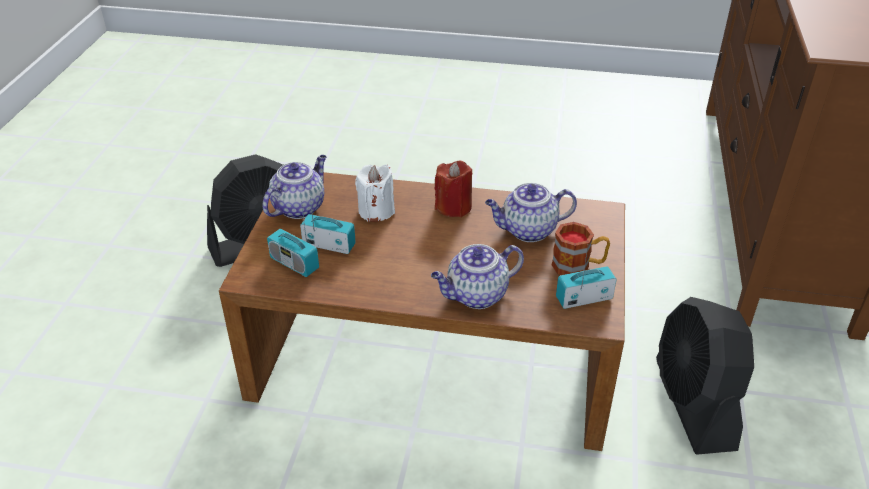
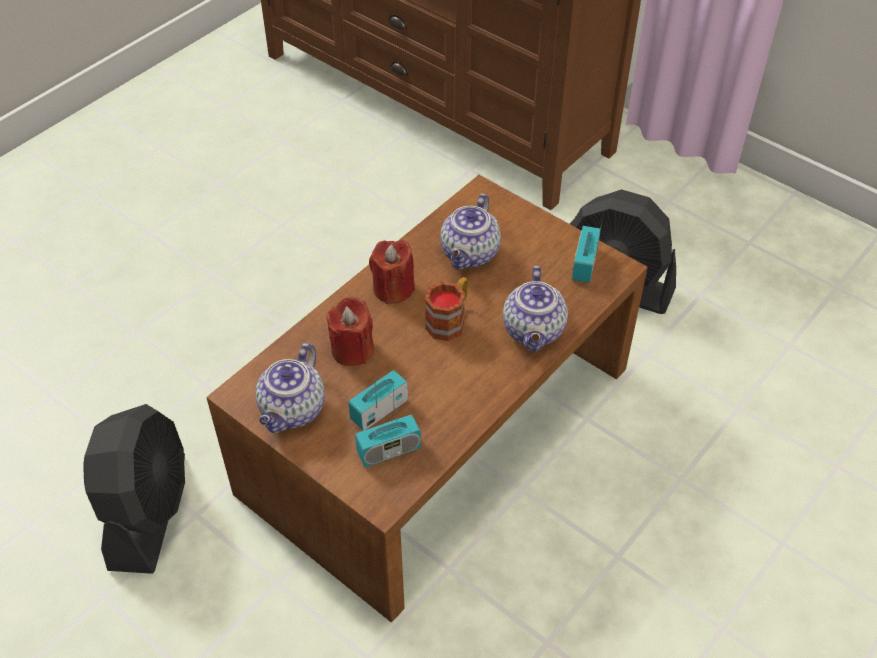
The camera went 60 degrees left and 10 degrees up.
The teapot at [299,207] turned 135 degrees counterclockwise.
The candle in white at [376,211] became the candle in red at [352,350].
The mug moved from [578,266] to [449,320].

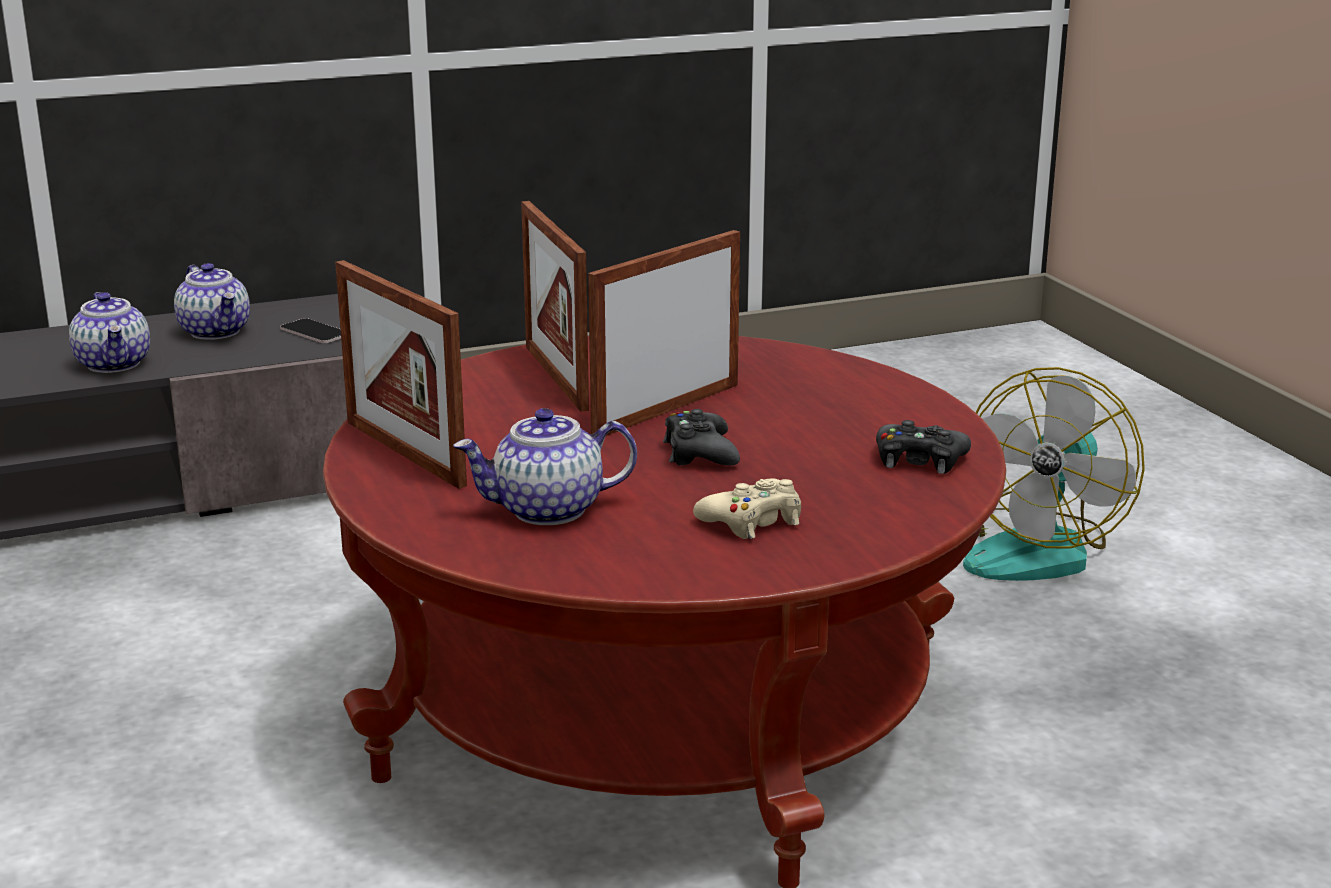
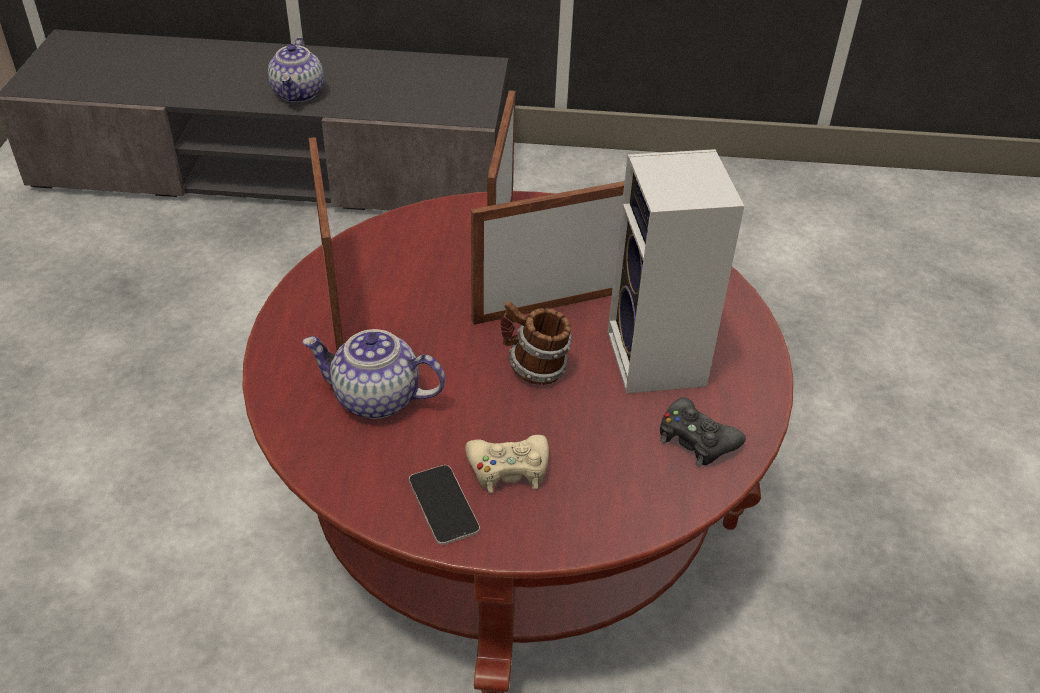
The camera went 25 degrees right and 20 degrees up.
The phone moved from [314,332] to [443,505].
The game controller in black at [699,453] was replaced by the mug at [534,368].
The speaker at [659,361] appeared.
The teapot at [216,332] disappeared.
The fan at [1037,549] disappeared.

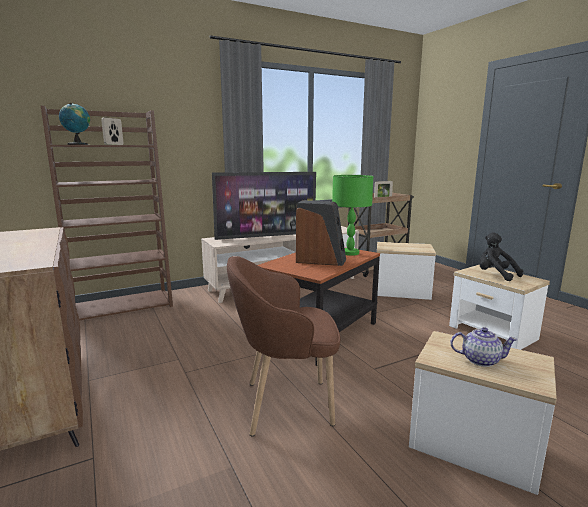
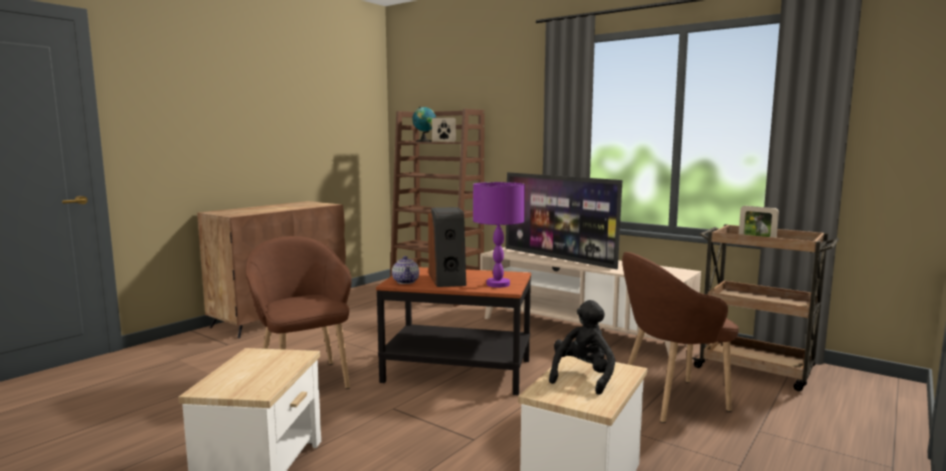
The camera went 65 degrees right and 5 degrees down.
The teapot moved from [480,360] to [406,281].
The table lamp in green at [350,253] became the table lamp in purple at [497,284].
The side table at [401,292] was replaced by the armchair in brown at [670,399].

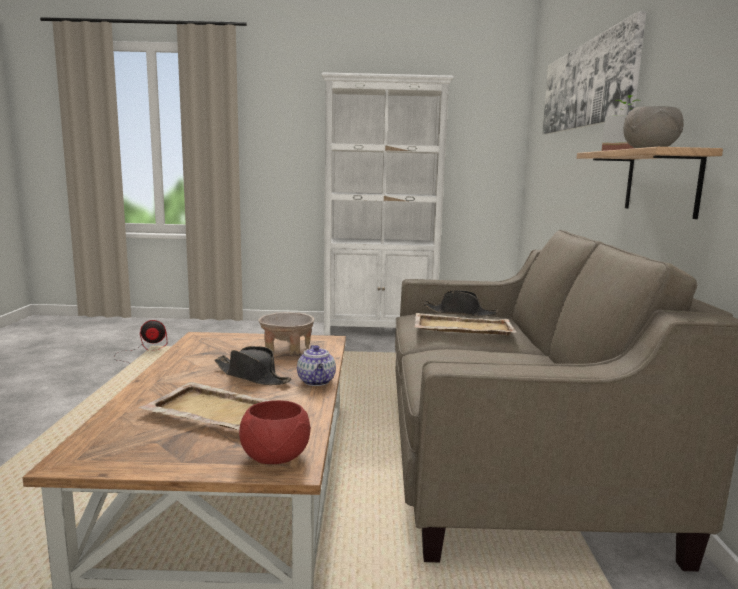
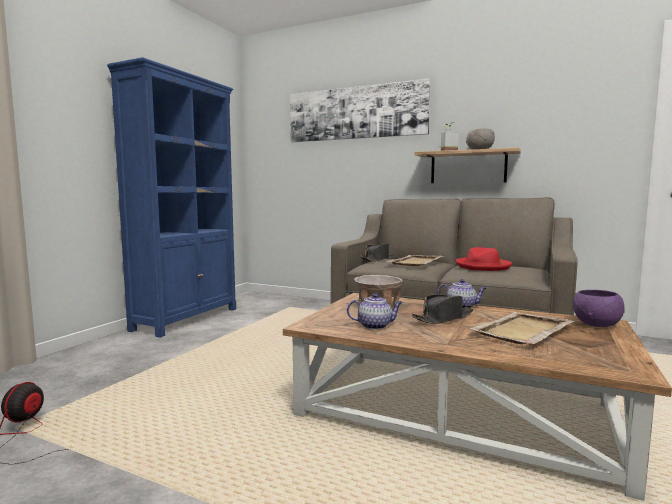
The camera went 65 degrees left and 5 degrees down.
The bookcase in white at [380,330] became the bookcase in blue at [187,319].
The teapot at [375,326] appeared.
The hat in red at [483,266] appeared.
The bowl in red at [276,457] became the bowl in purple at [596,324].

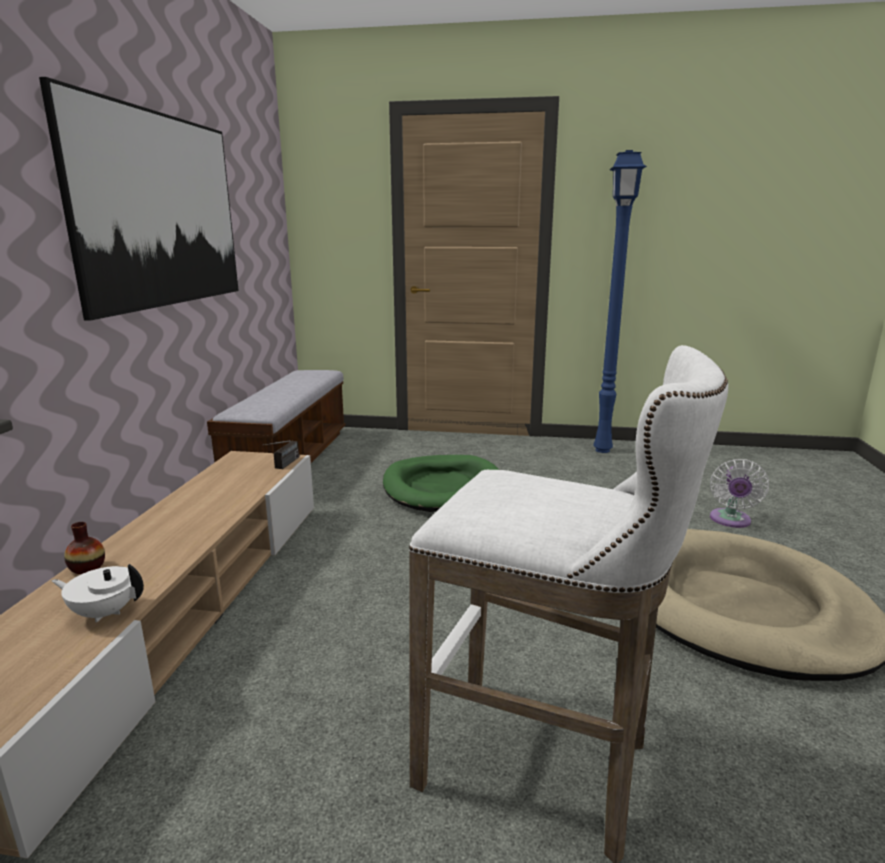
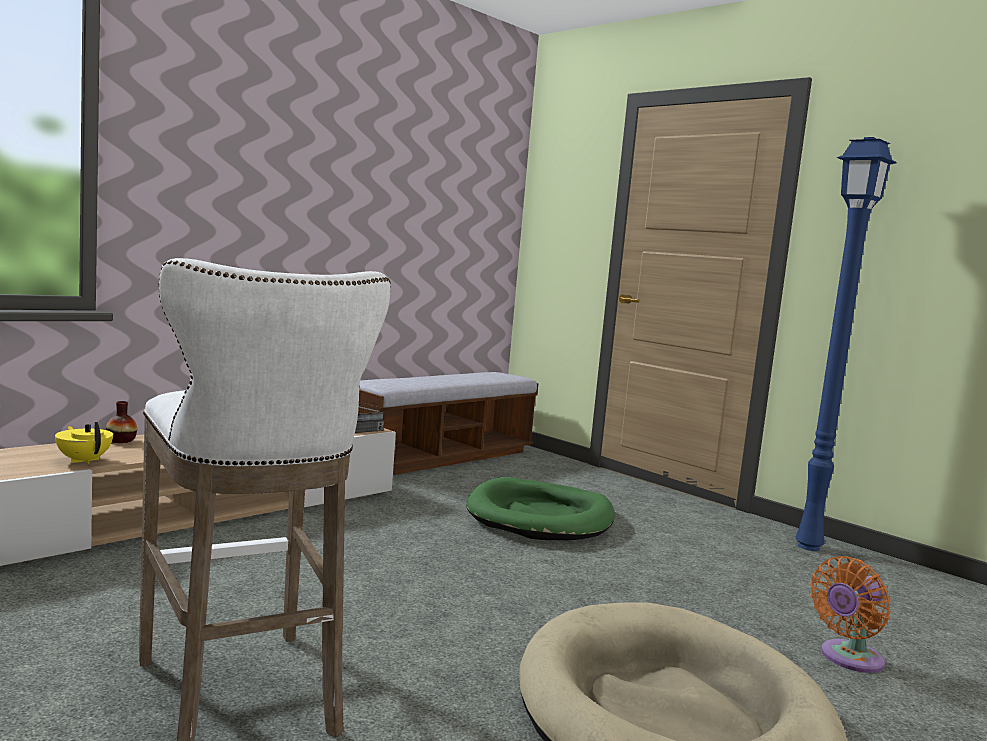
The camera went 35 degrees right and 10 degrees down.
The teapot in white at [105,612] became the teapot in yellow at [84,460].
The fan in white at [730,521] became the fan in orange at [848,659].
The picture at [161,211] disappeared.

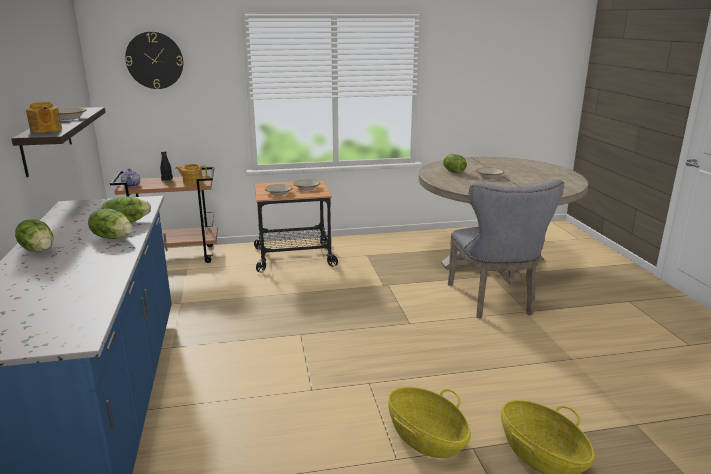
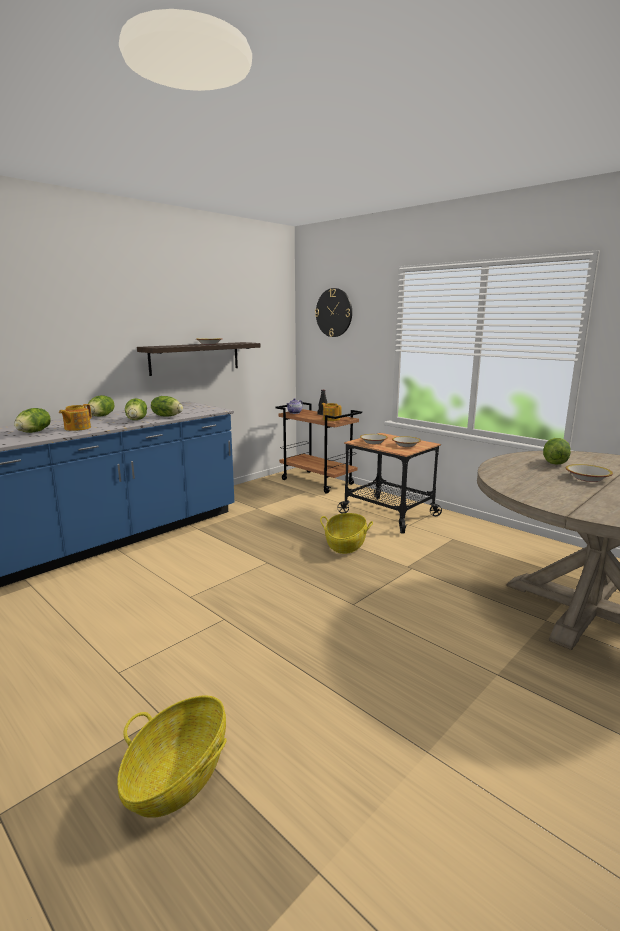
The camera went 55 degrees right and 5 degrees down.
The lettuce at [34,432] appeared.
The teapot moved from [46,130] to [77,428].
The basket moved from [426,438] to [345,544].
The chair in grey at [494,301] disappeared.

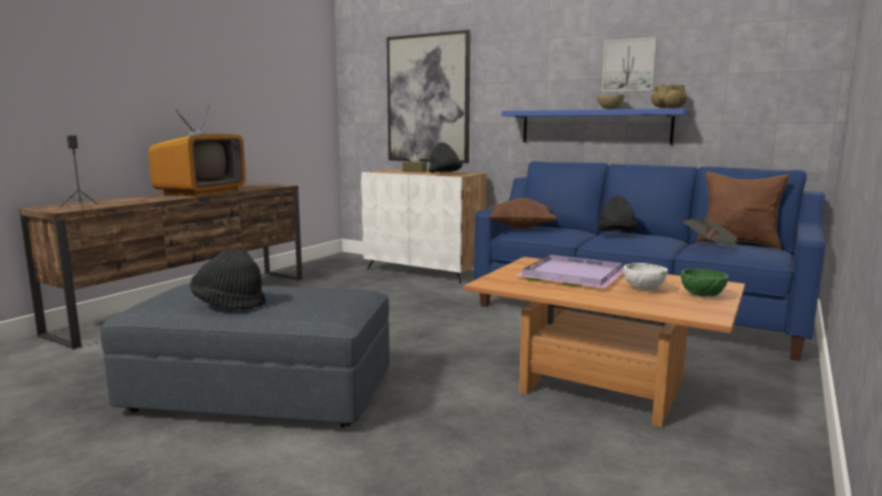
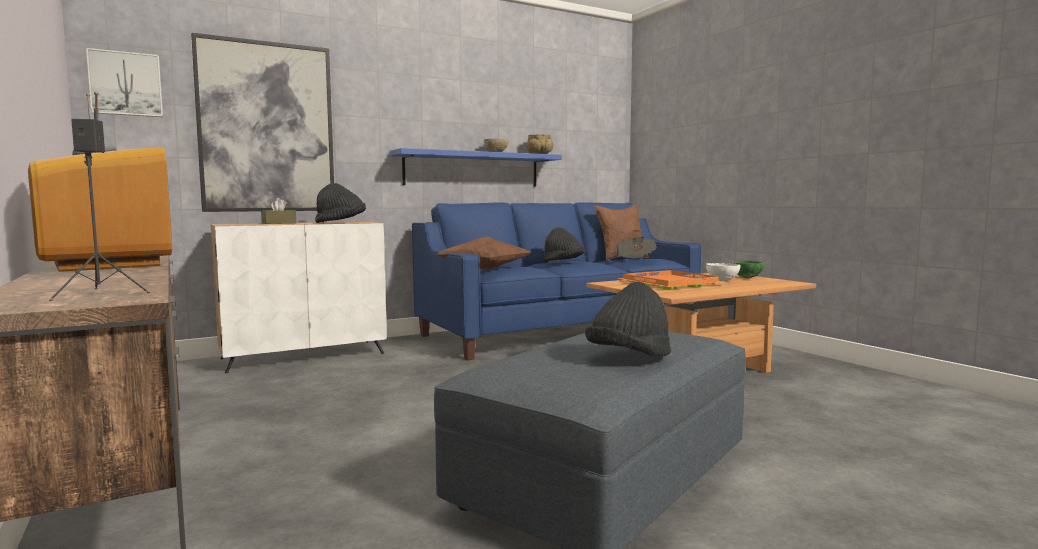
The camera went 60 degrees left and 5 degrees down.
The picture moved from [629,65] to [126,84].
The tray in purple at [575,275] became the tray in orange at [669,283].

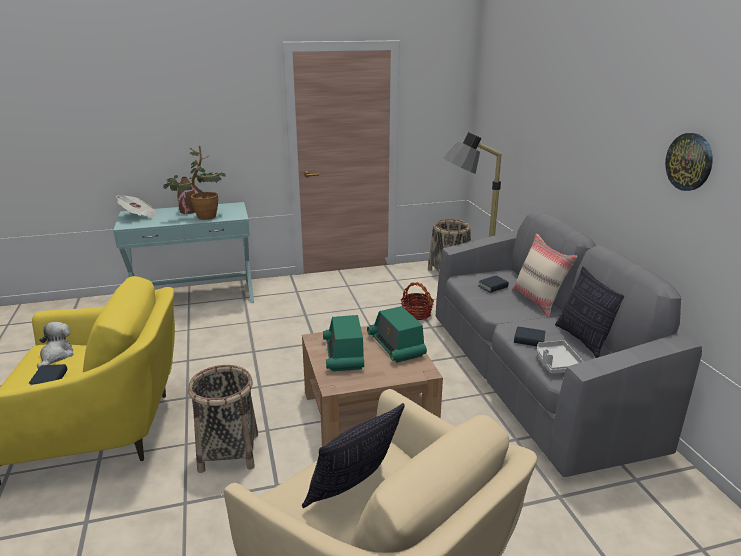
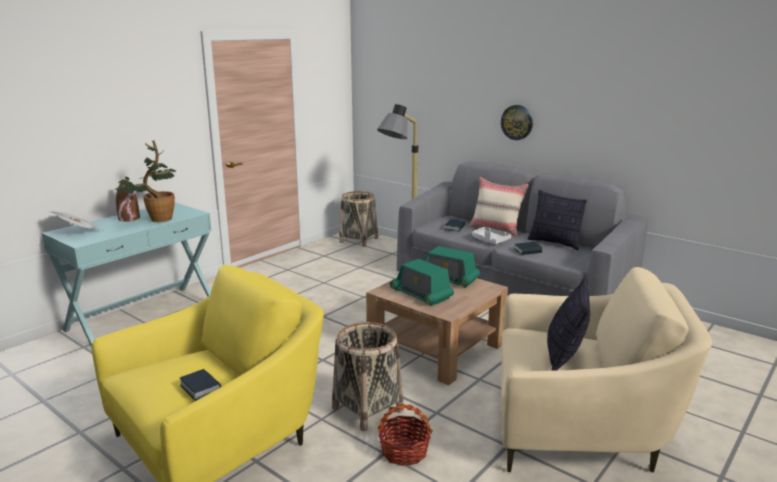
The camera went 35 degrees left and 5 degrees down.
The basket moved from [416,314] to [404,451].
The tray in grey moved from [556,363] to [490,240].
The wall clock moved from [689,162] to [517,122].
The plush toy at [56,356] disappeared.

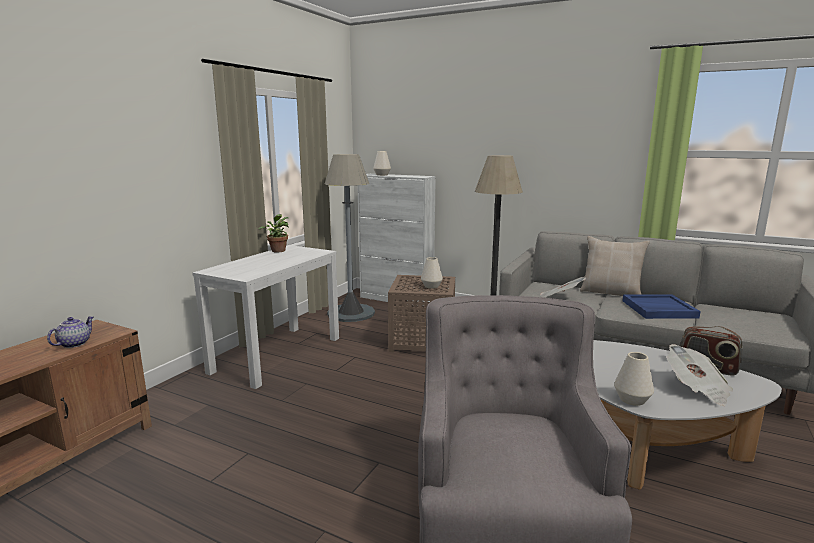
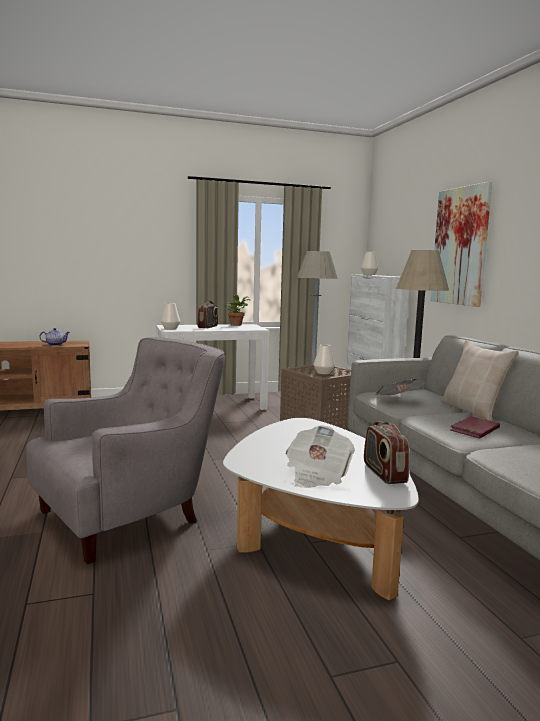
The camera went 45 degrees right and 5 degrees down.
The vase in white moved from [632,399] to [170,328].
The radio at [208,327] appeared.
The picture at [460,246] appeared.
The tray in blue at [658,309] was replaced by the book in red at [474,430].

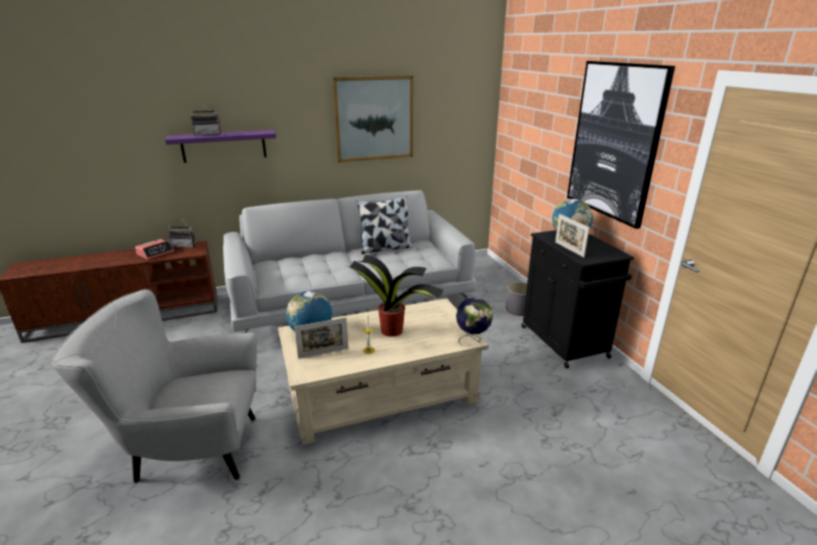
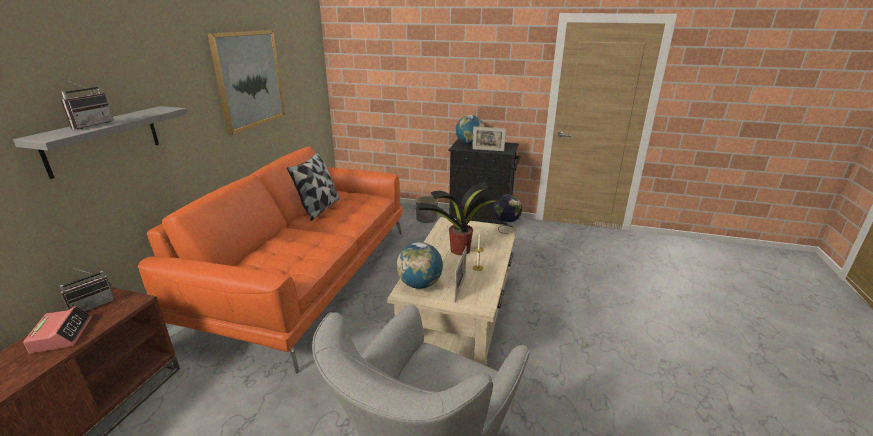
The camera went 55 degrees left and 0 degrees up.
The shelf in purple at [224,146] became the shelf in grey at [103,140].
The sofa in grey at [351,301] became the sofa in orange at [307,275].
The picture at [614,141] disappeared.

